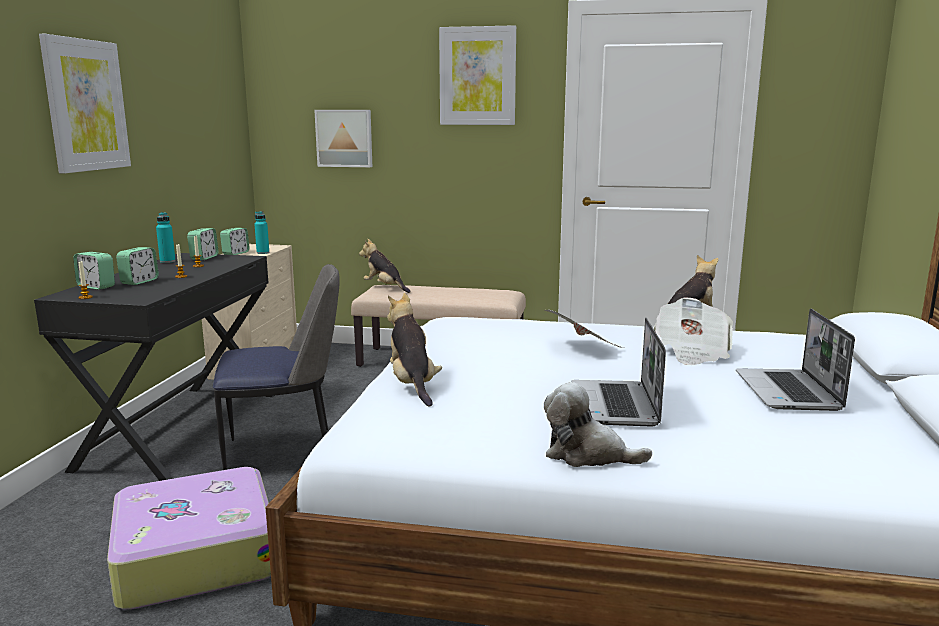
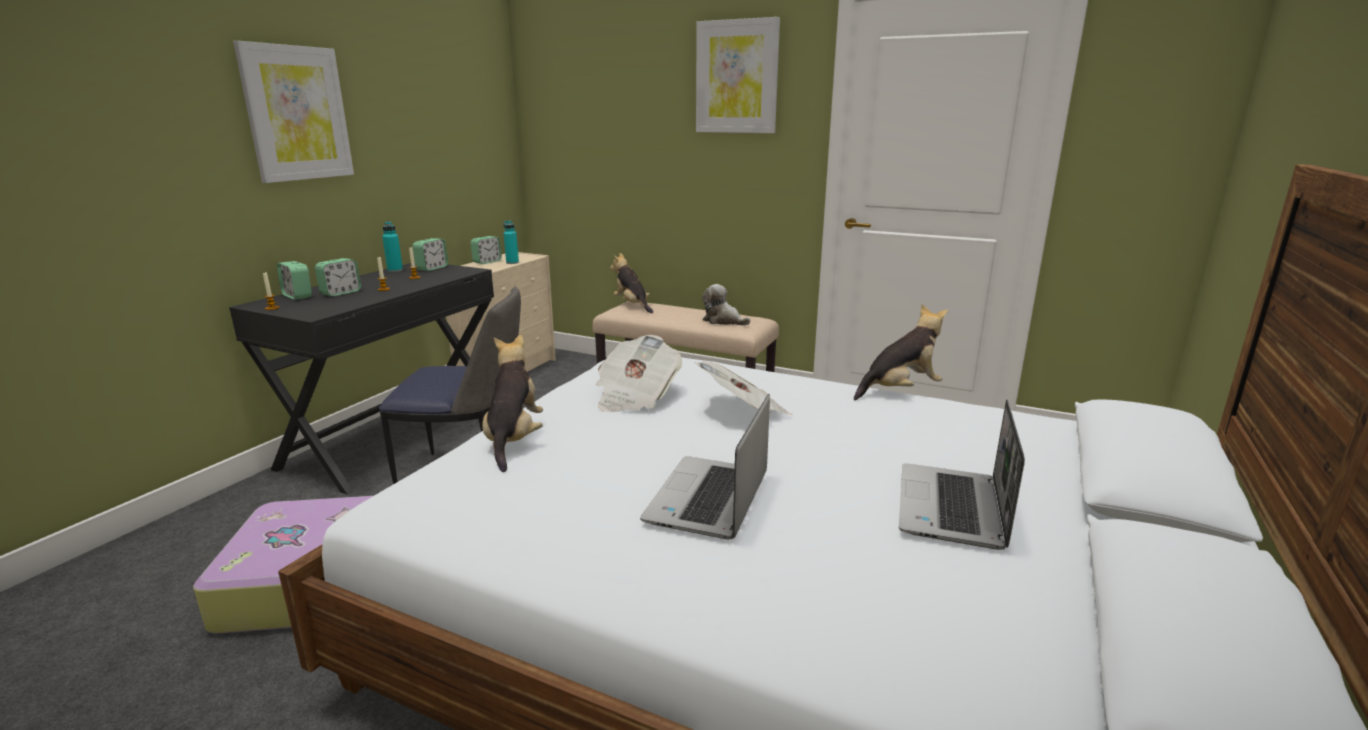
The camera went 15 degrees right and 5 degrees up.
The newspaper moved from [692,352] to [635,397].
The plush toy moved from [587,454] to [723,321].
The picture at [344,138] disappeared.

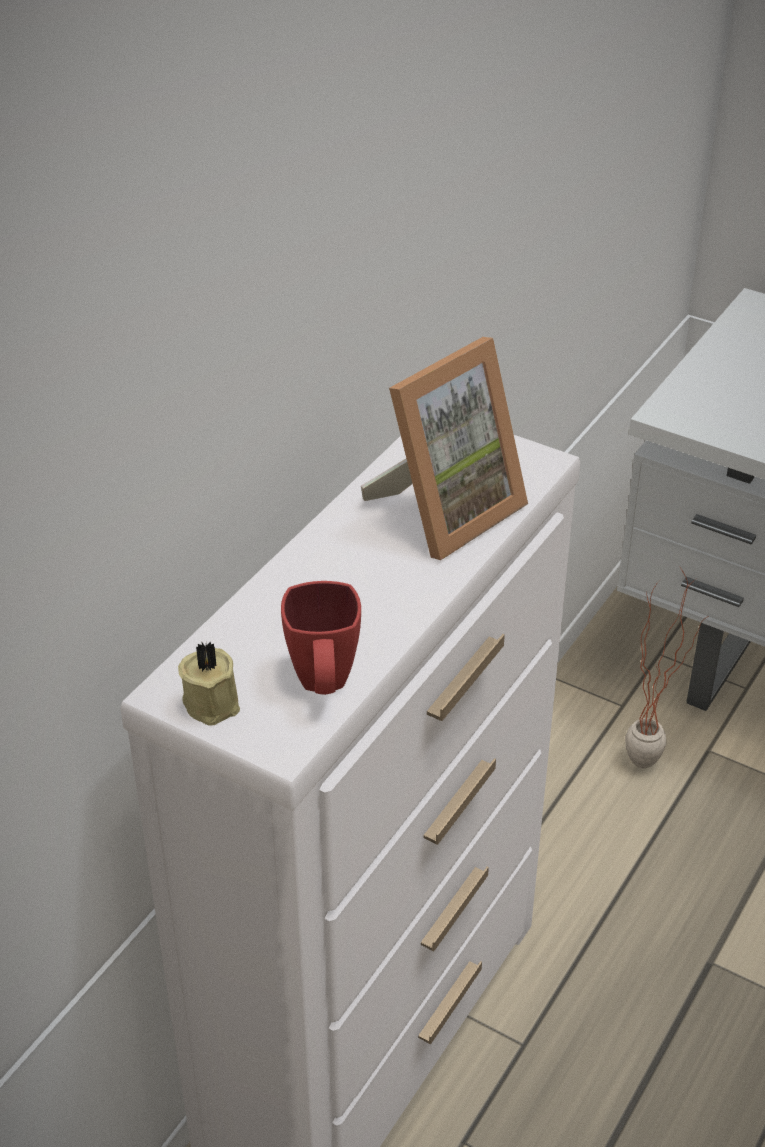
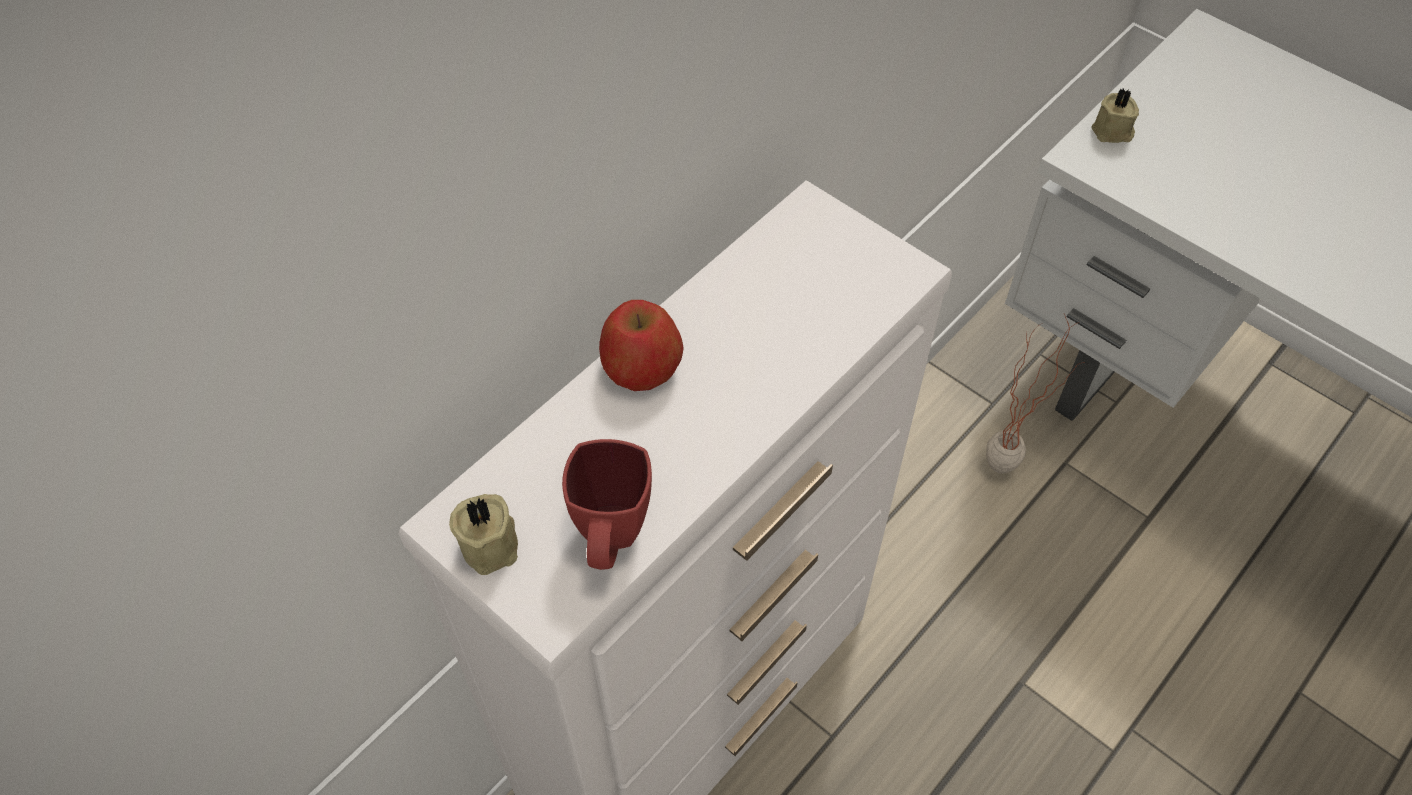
The camera went 10 degrees right and 15 degrees up.
The apple at [641,366] appeared.
The candle in beige at [1112,132] appeared.
The picture frame at [445,511] disappeared.

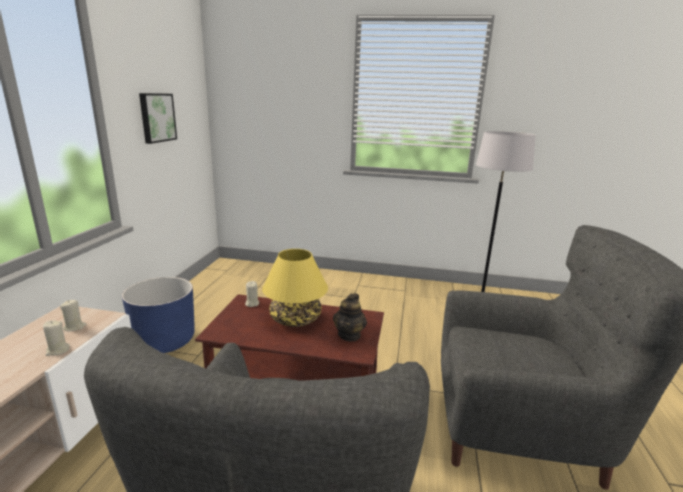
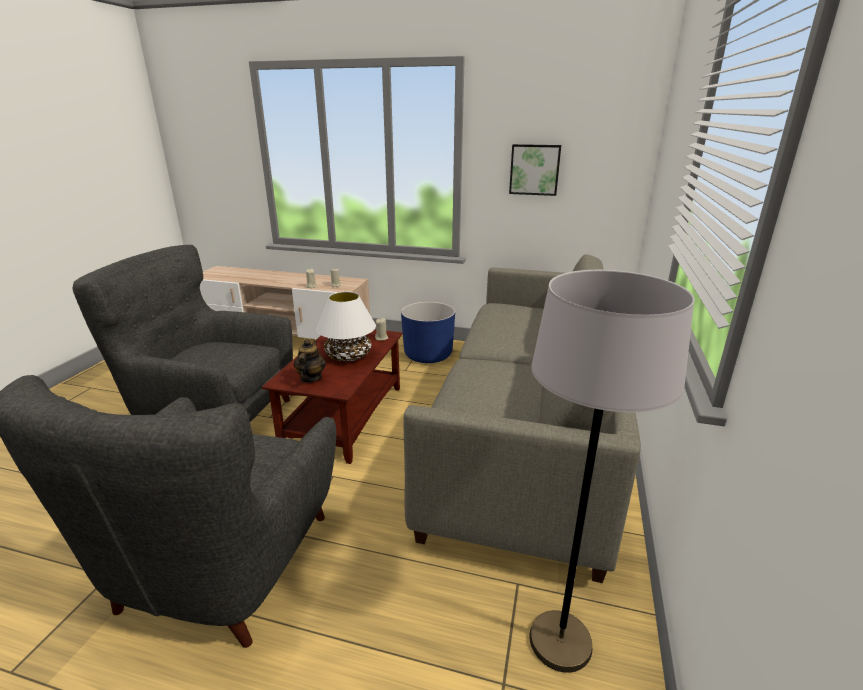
The camera went 95 degrees right and 5 degrees up.
The teapot at [349,335] turned 75 degrees clockwise.
The table lamp in yellow at [295,318] became the table lamp in white at [348,356].
The sofa in grey at [526,435] appeared.

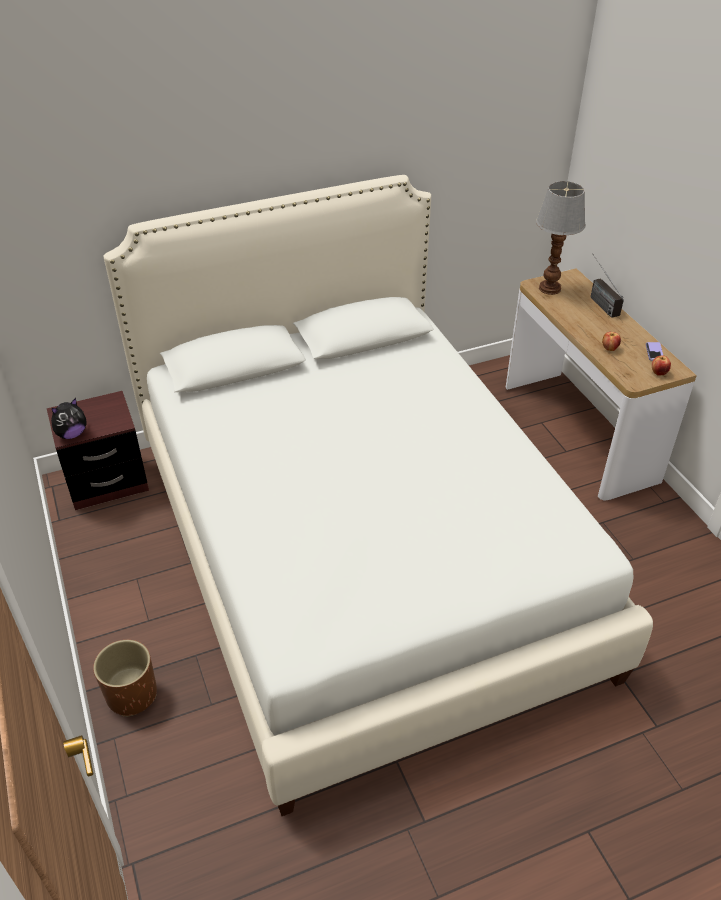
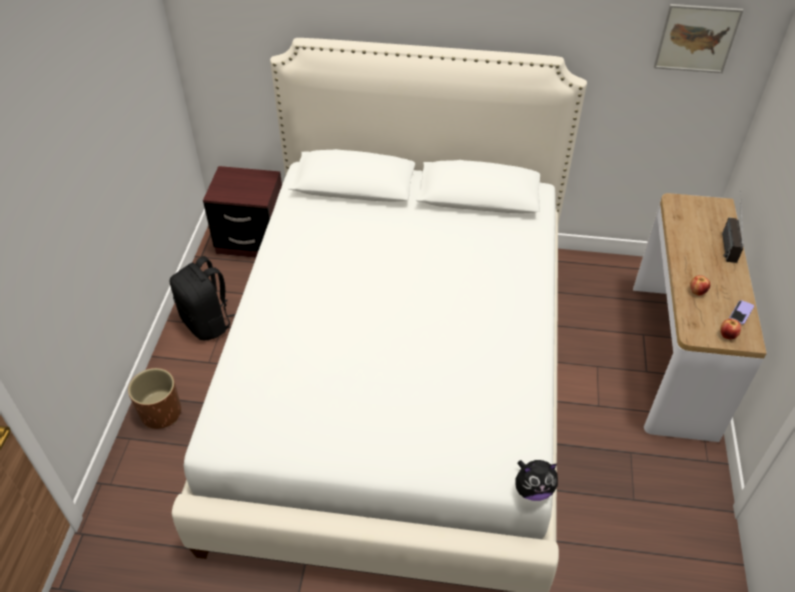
The camera went 30 degrees right and 5 degrees up.
The backpack in black at [208,322] appeared.
The plush toy moved from [72,434] to [533,489].
The picture at [696,38] appeared.
The table lamp at [549,288] disappeared.

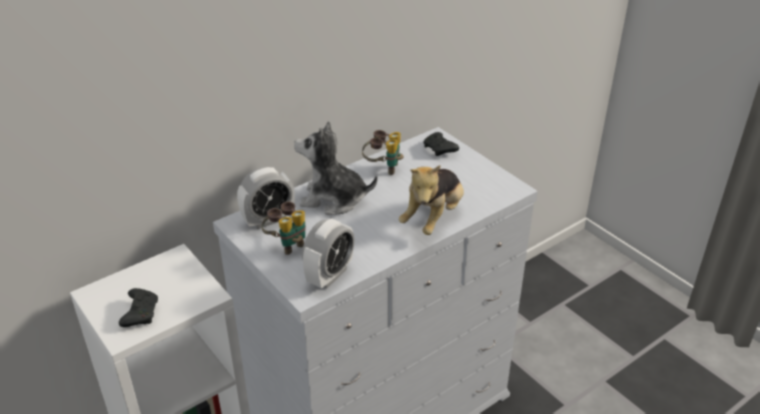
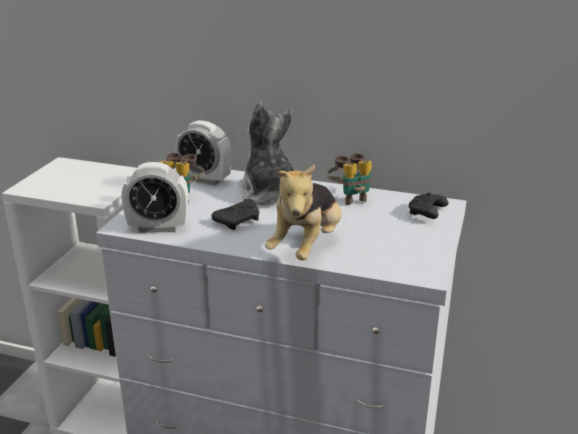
The camera went 55 degrees right and 10 degrees down.
The game controller in black moved from [140,313] to [239,221].
The plush toy at [433,217] turned 60 degrees counterclockwise.

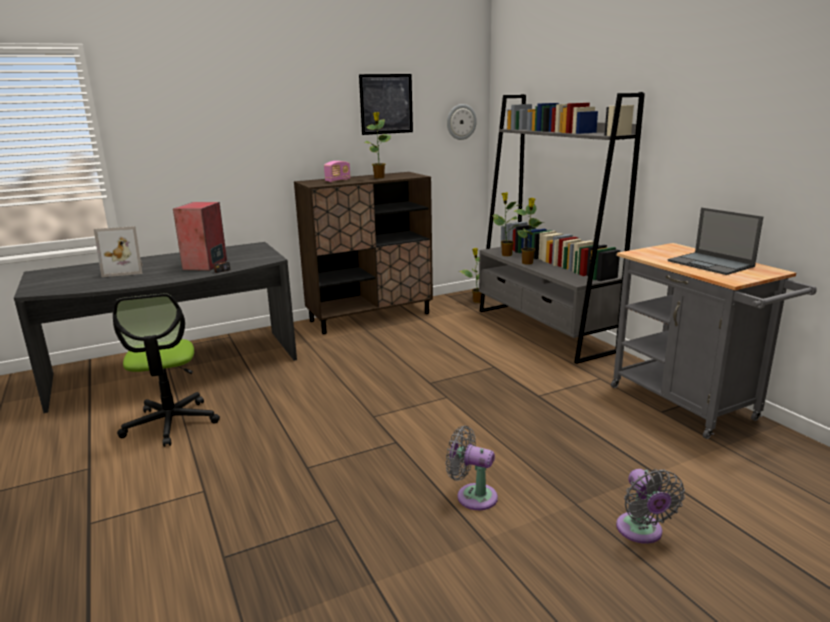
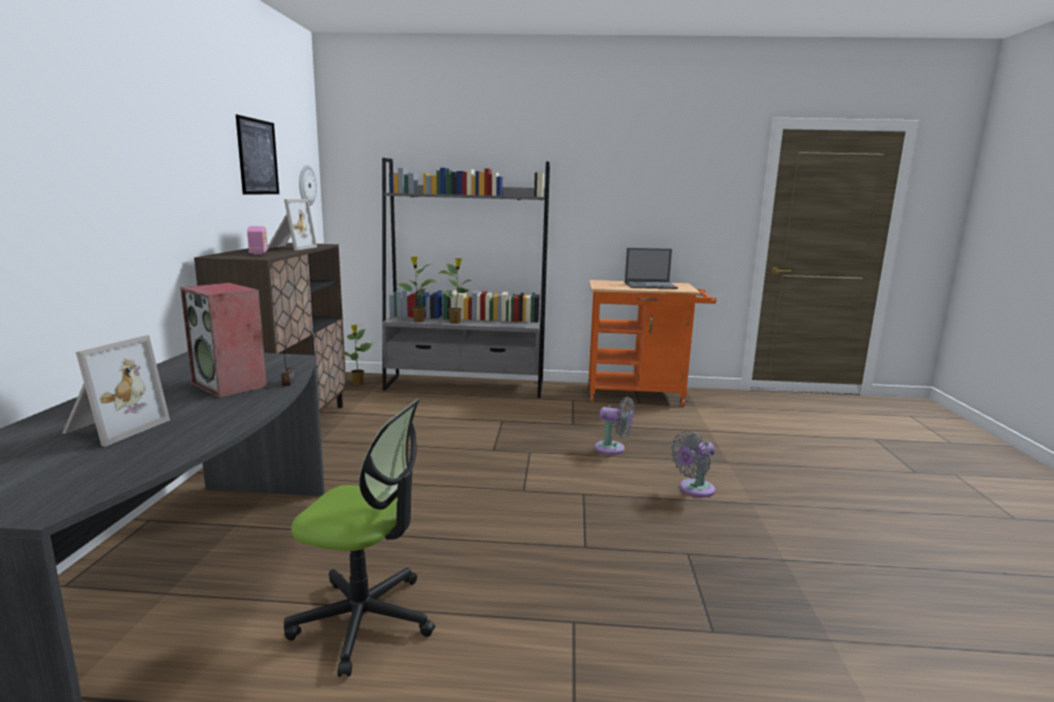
The camera went 60 degrees left and 5 degrees down.
The potted plant at [379,177] was replaced by the picture frame at [290,248].
The cart in grey at [689,406] became the cart in orange at [641,395].
The fan in grey moved from [641,532] to [613,449].

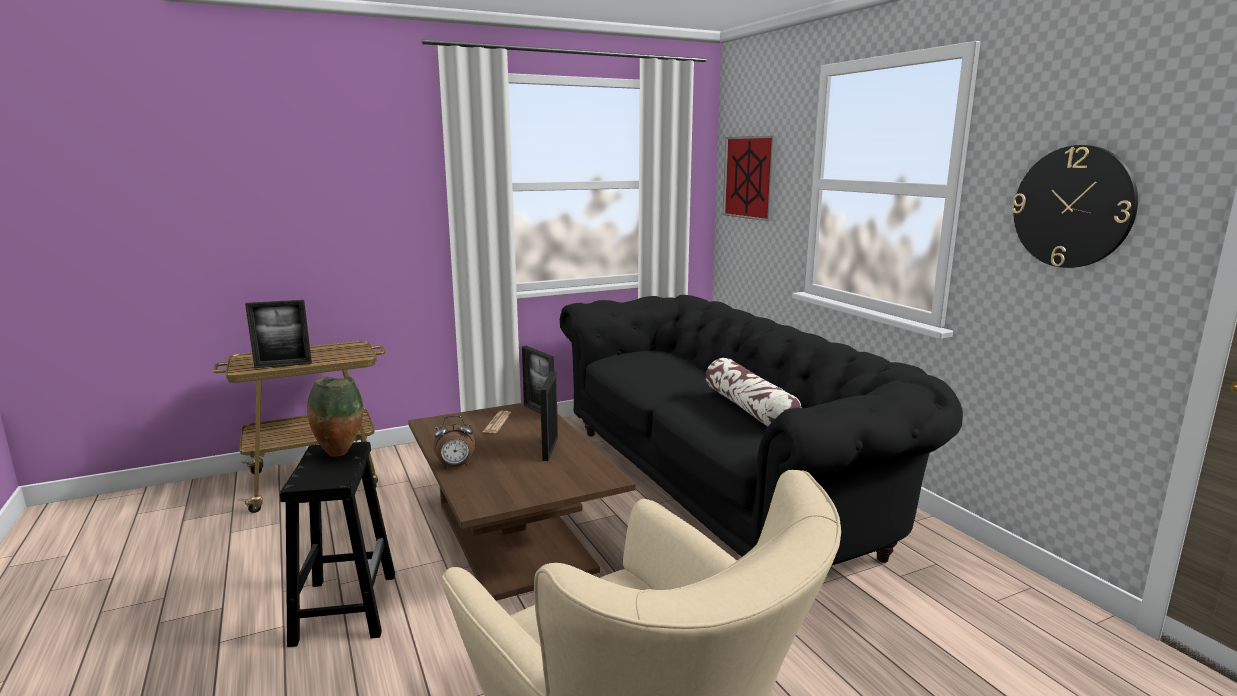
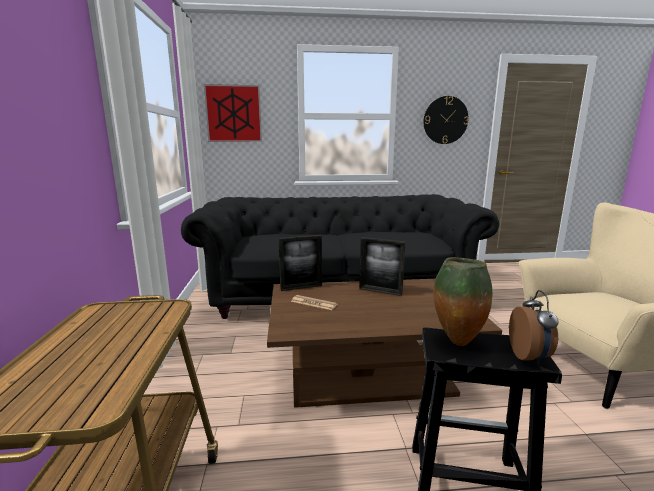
The camera went 70 degrees left and 0 degrees up.
The alarm clock moved from [455,466] to [530,357].
The picture frame at [283,365] disappeared.
The pillow at [749,409] disappeared.

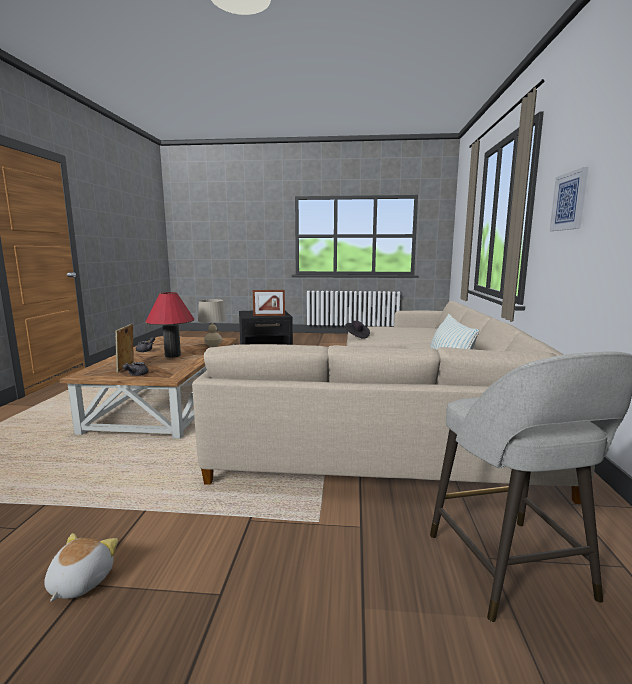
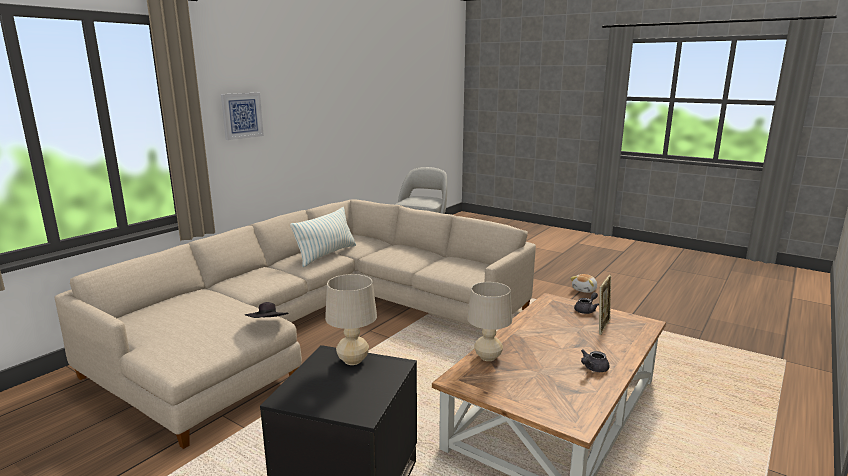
The camera went 150 degrees left and 5 degrees up.
The picture frame at [269,315] was replaced by the table lamp in beige at [353,360].
The table lamp in red at [172,355] disappeared.

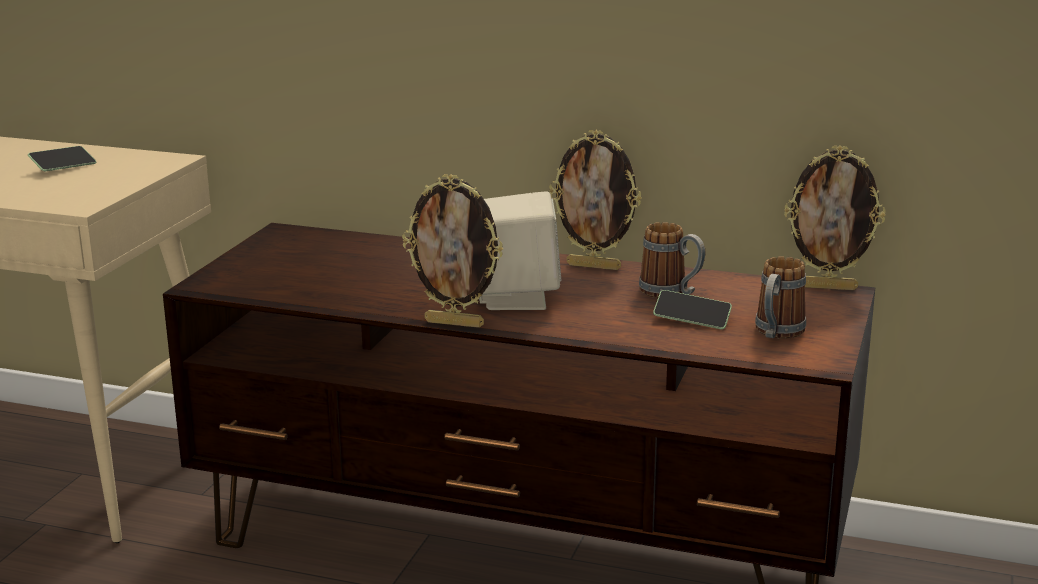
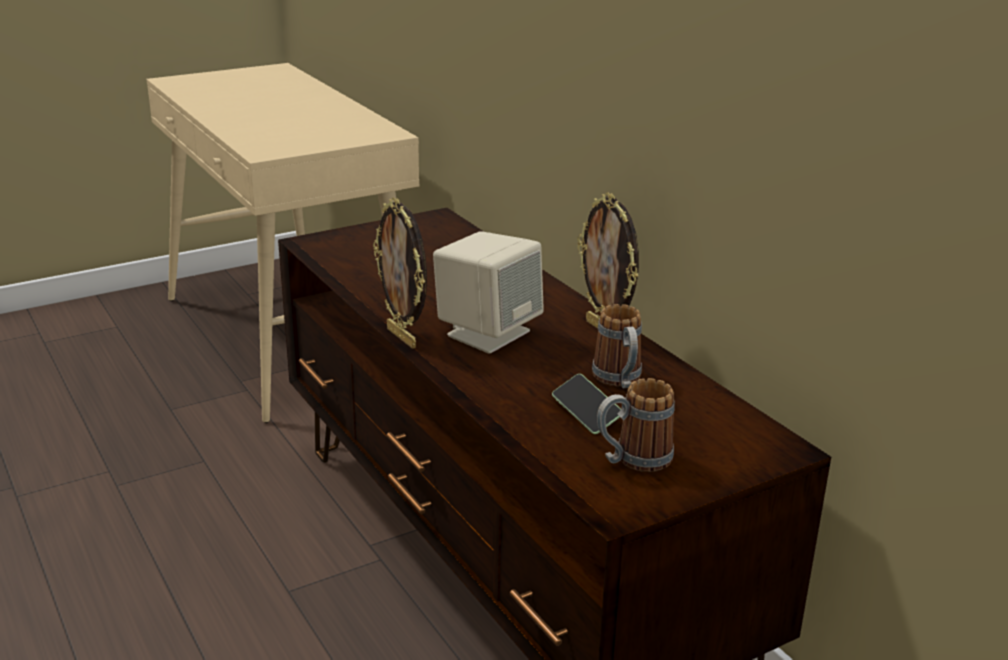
The camera went 40 degrees right and 5 degrees up.
The phone at [63,167] disappeared.
The picture frame at [828,287] disappeared.

